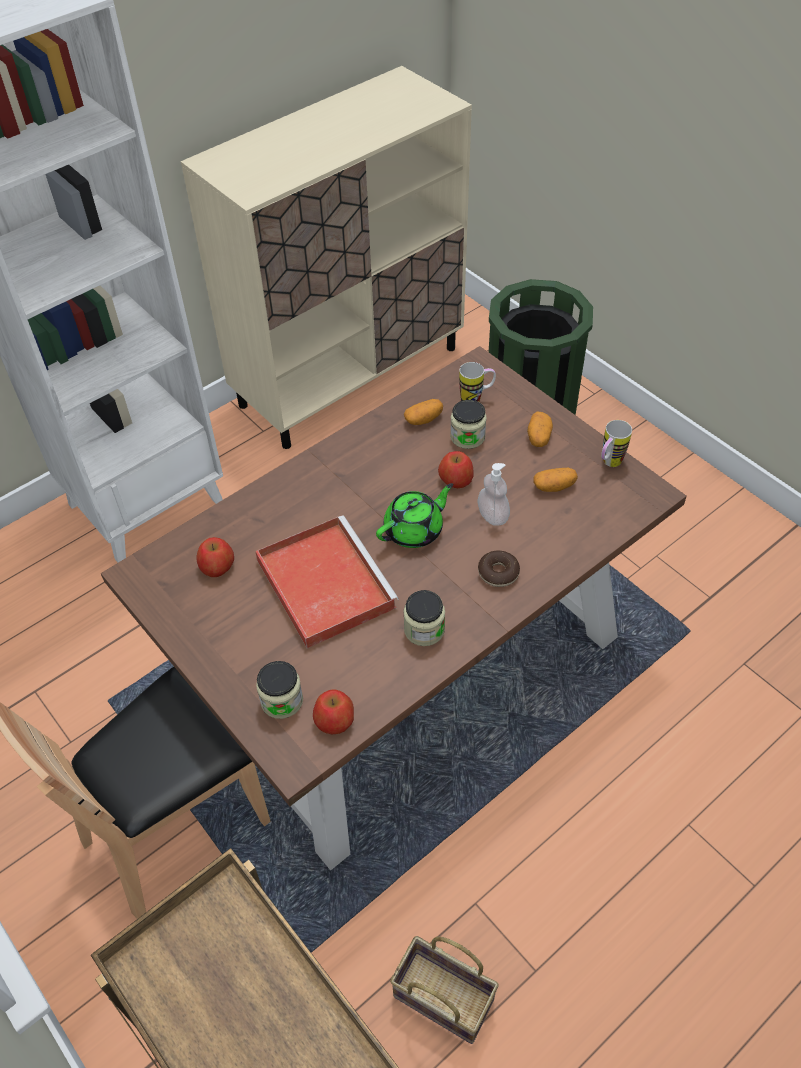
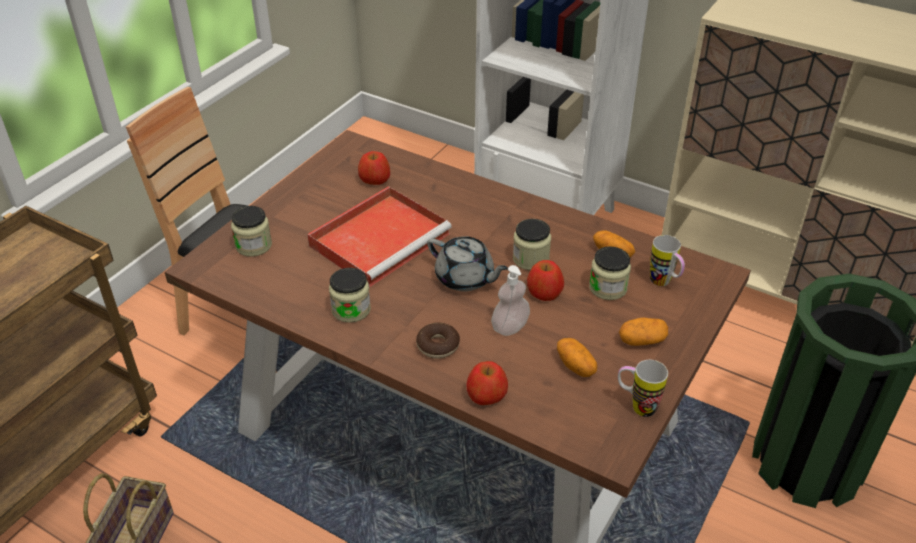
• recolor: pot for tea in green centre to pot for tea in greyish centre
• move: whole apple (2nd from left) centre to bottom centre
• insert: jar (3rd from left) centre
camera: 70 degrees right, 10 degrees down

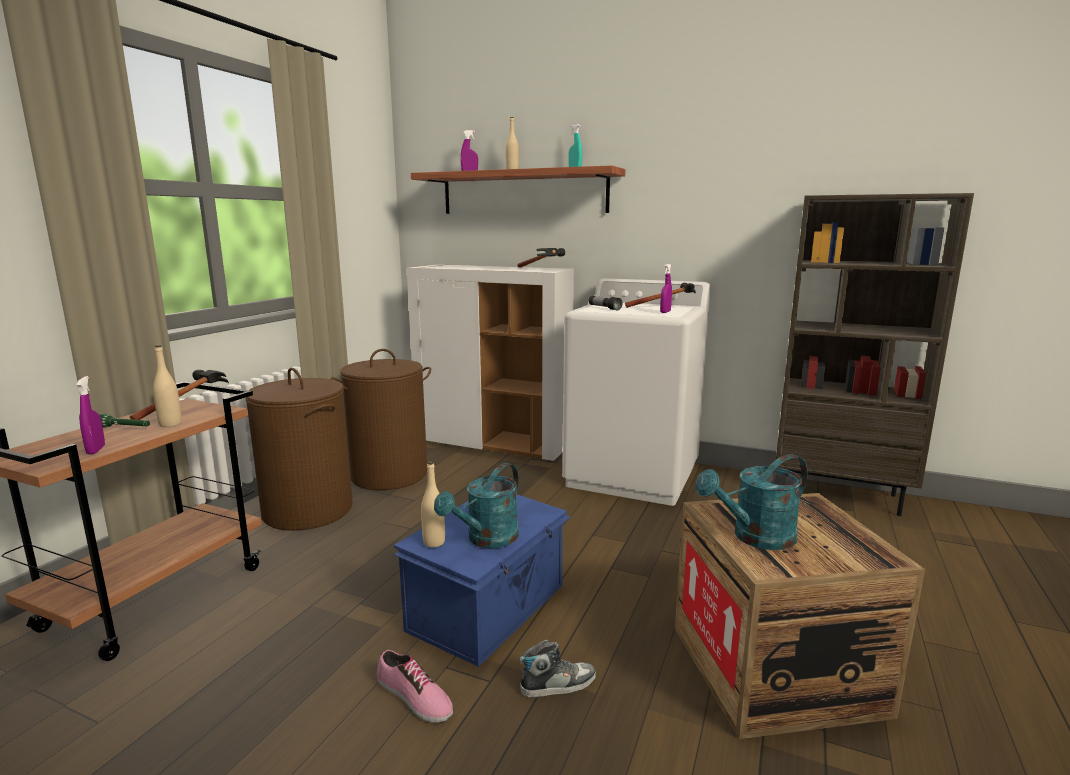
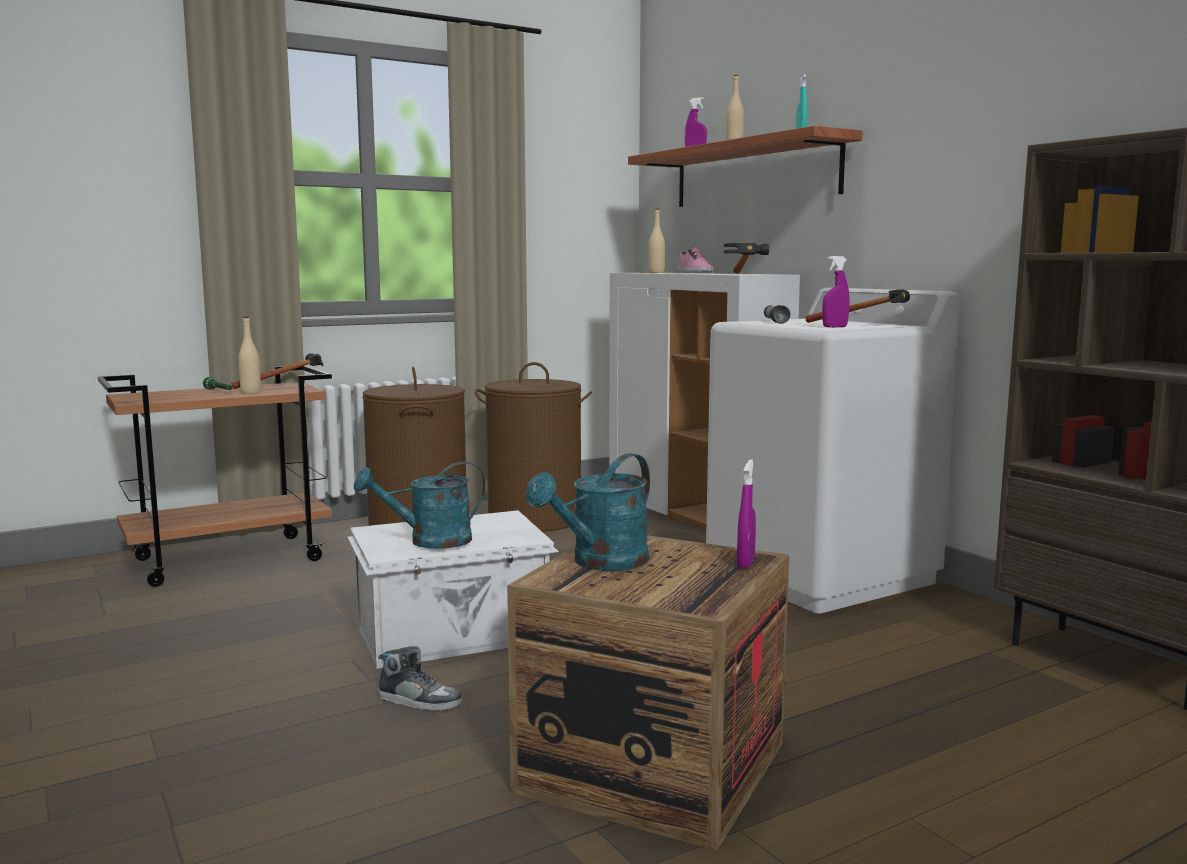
• recolor: storage box in bluish bottom centre to storage box in whitish bottom centre
• rotate: sprinkling can in turquoise-coloured (2nd from left) middle right = centre 60 degrees counterclockwise
• move: bottle in beige (2nd from left) centre to top centre
• move: low shoe (1st from left in the first image) bottom centre to low shoe (2nd from left) top centre
• move: hand sprayer in purple (1st from left in the first image) middle left to hand sprayer in purple (2nd from left) centre
camera: 35 degrees right, 5 degrees down

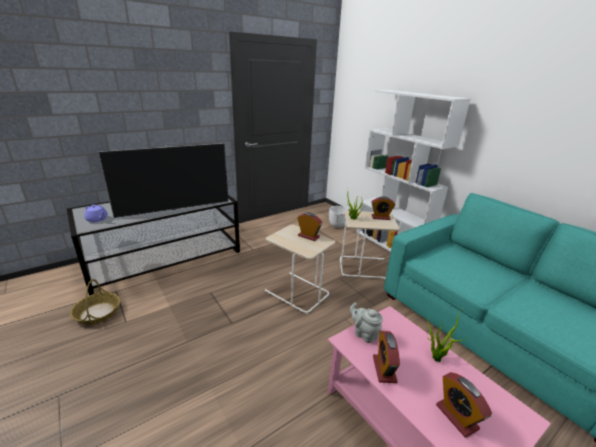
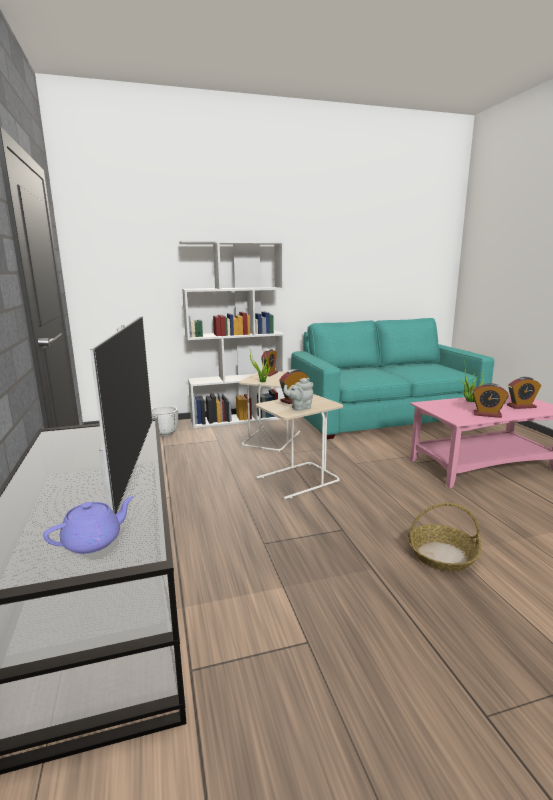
• move: pot for tea in greyish bottom centre to centre
• move: basket bottom left to bottom right
camera: 70 degrees left, 10 degrees down

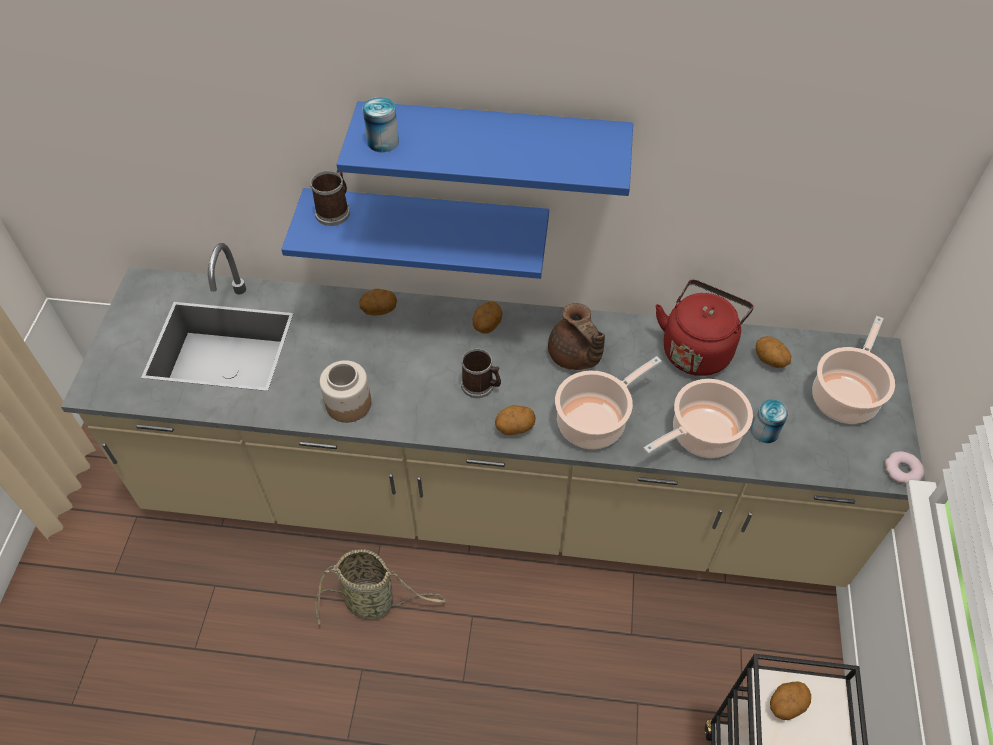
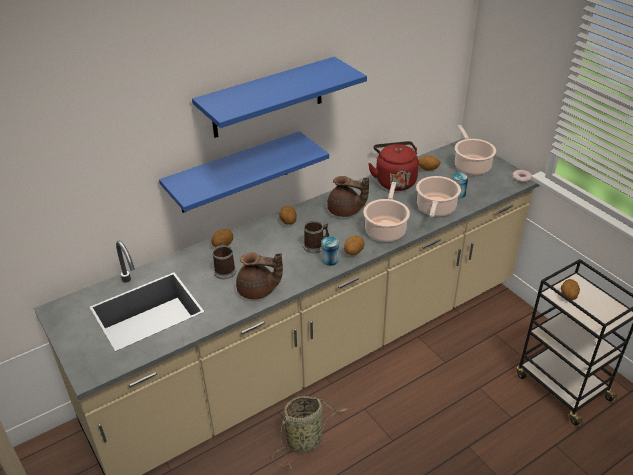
• move: mug (1st from left) top left to centre
• replace: jar centre to pot for tea in brownish (1st from left) centre
• move: sealed can (1st from left) top centre to centre
camera: 40 degrees left, 15 degrees down

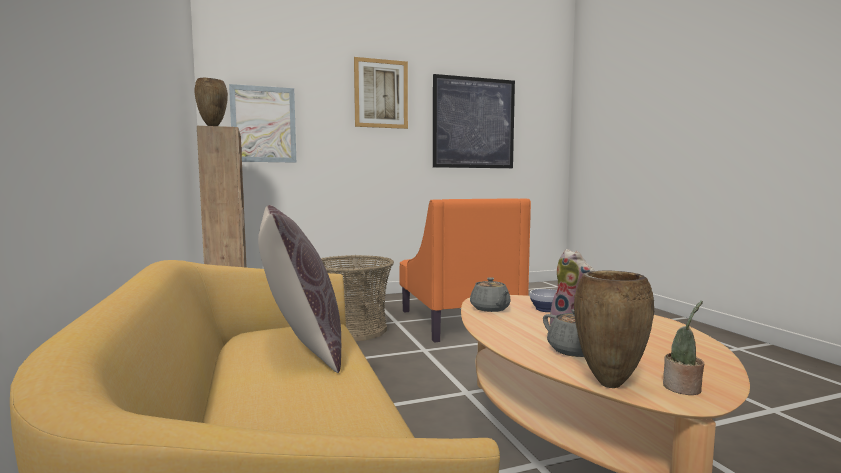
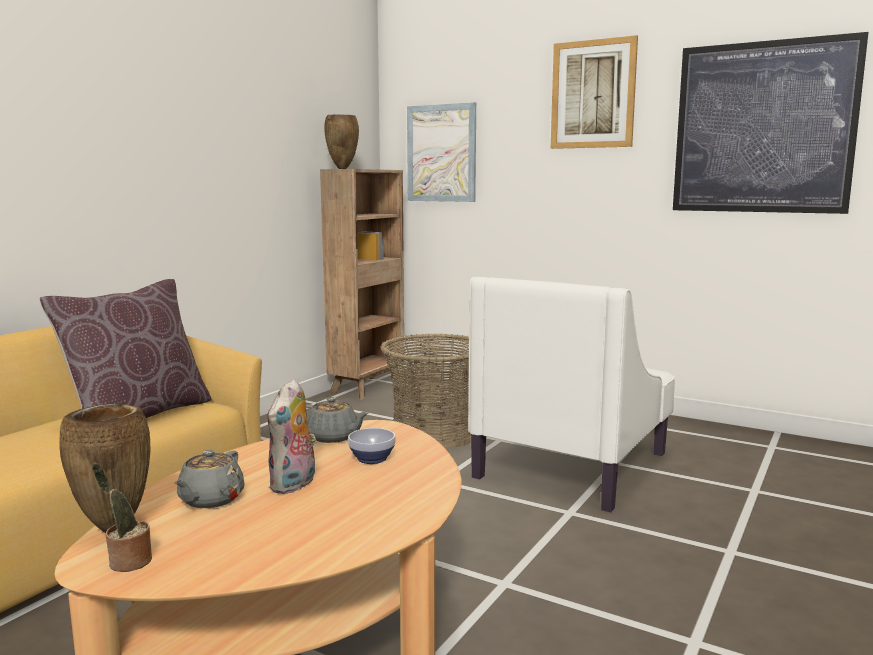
• rotate: pot for tea in greyish (1st from left in the first image) centre = centre 90 degrees counterclockwise
• recolor: lounge chair in orangey centre to lounge chair in whitish centre
camera: 50 degrees right, 5 degrees up

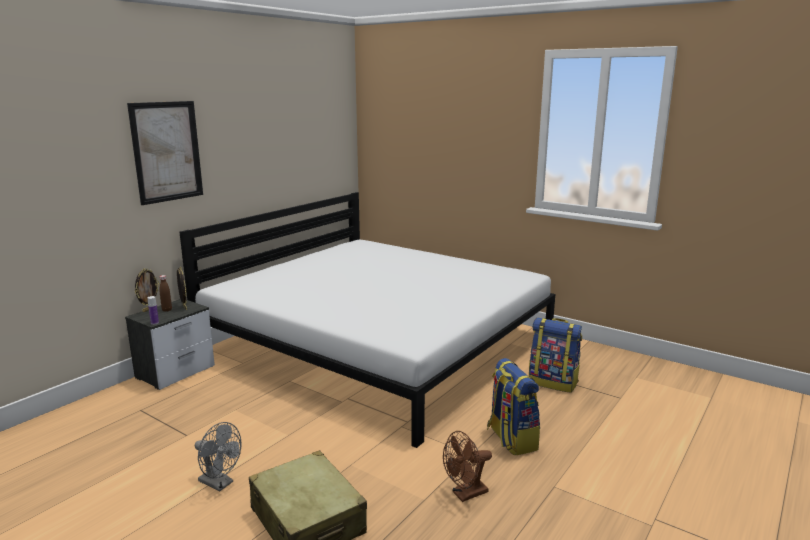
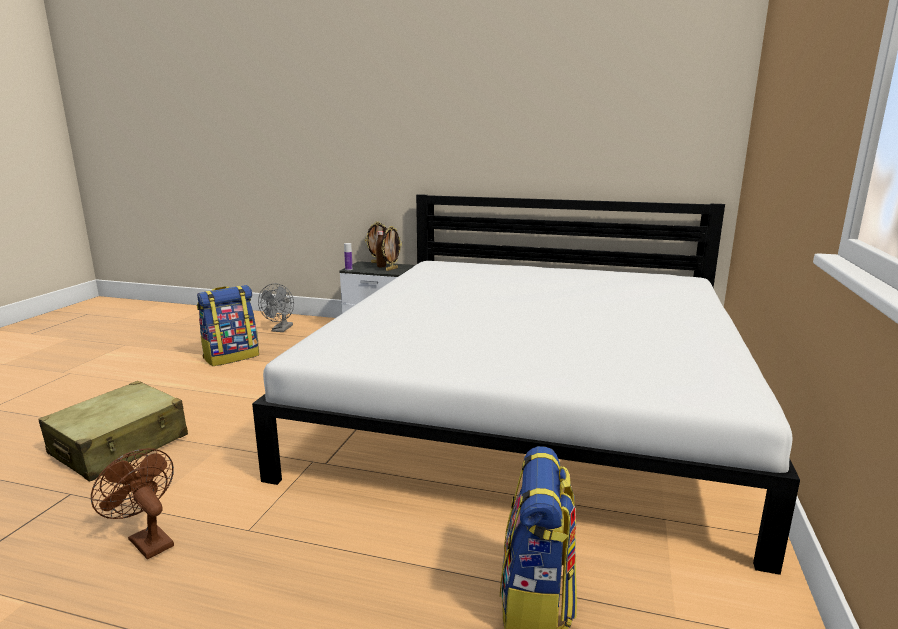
• move: rucksack (1st from left) bottom centre to middle left
• move: cooling fan in greyish bottom left to middle left
• delete: picture top left
camera: 70 degrees right, 0 degrees up

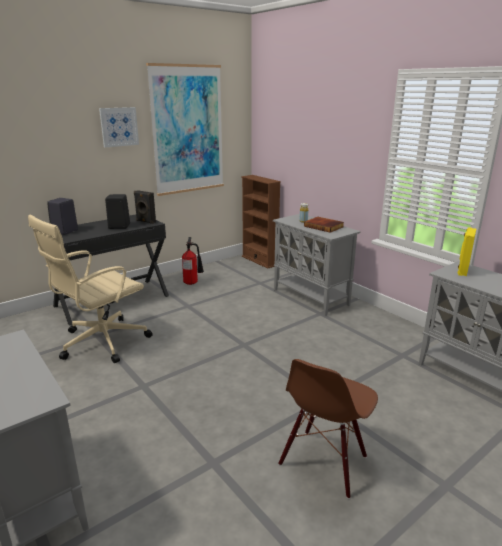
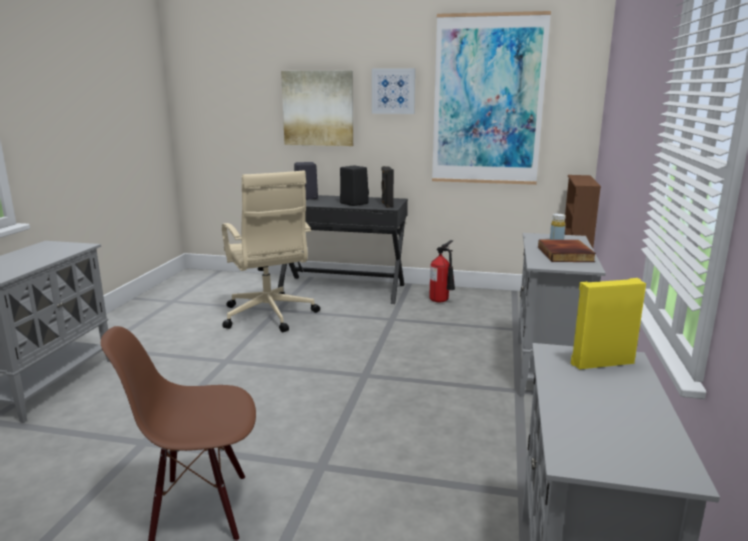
• rotate: desk chair in beige middle left = centre 120 degrees counterclockwise
• insert: picture (1st from left) top centre
camera: 50 degrees right, 5 degrees down

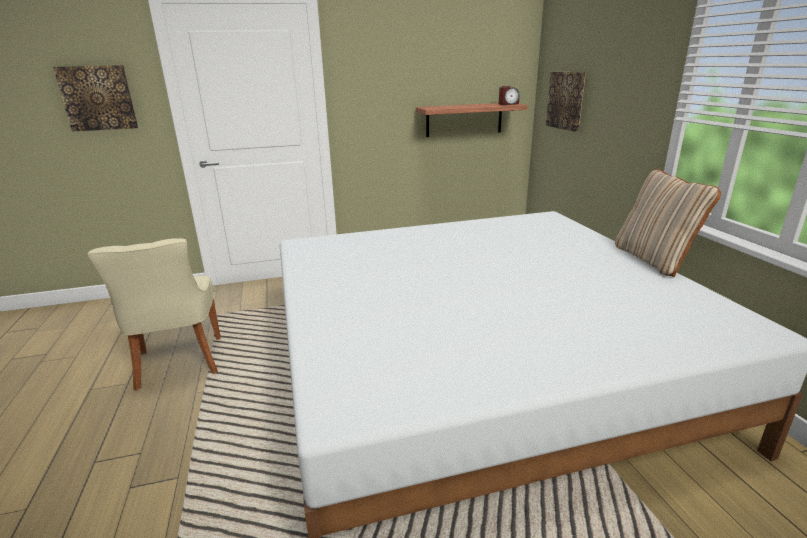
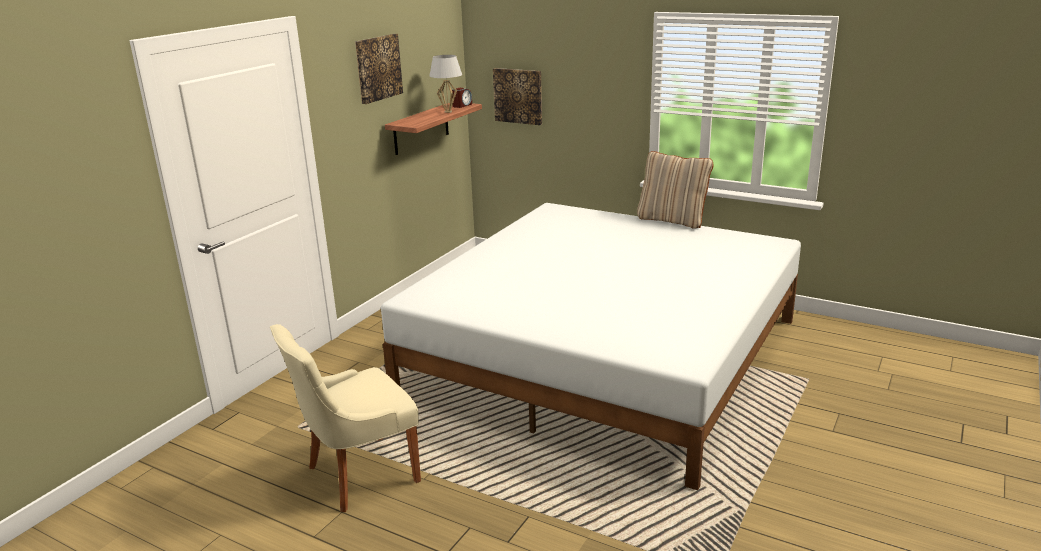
• rotate: chair in beige middle left = bottom left 120 degrees clockwise
• move: picture (1st from left) top left to top centre
• insert: tabletop lamp in whitish top centre
camera: 45 degrees left, 0 degrees up

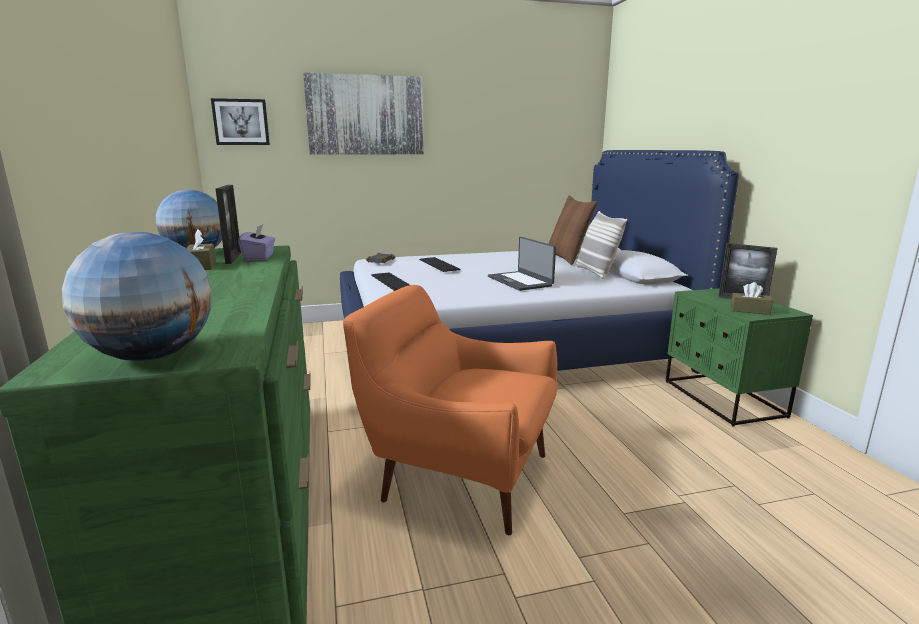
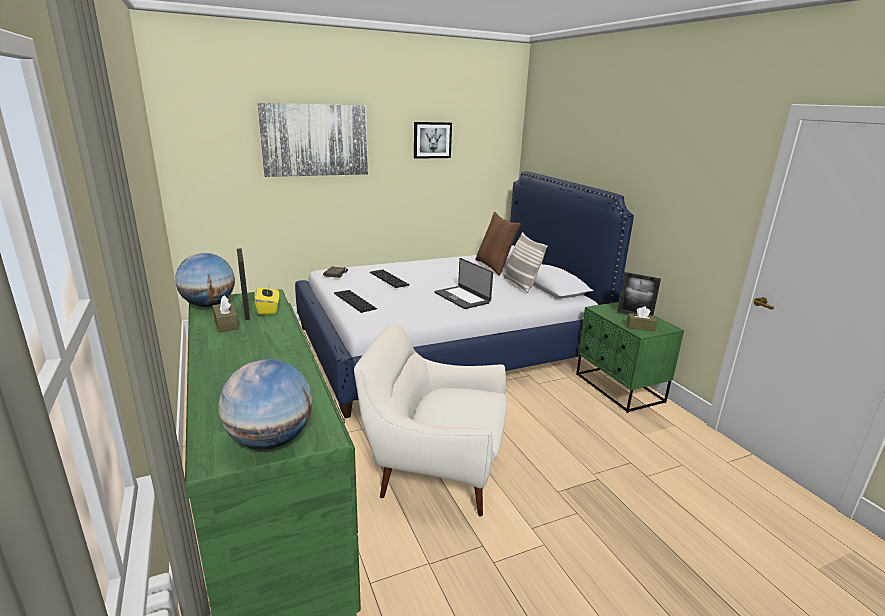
• recolor: box of tissues in purple middle left to box of tissues in yellow middle left
• recolor: lounge chair in orangey centre to lounge chair in whitish bottom centre
• move: picture (1st from left in the first image) top left to picture (2nd from left) top centre
camera: 10 degrees left, 5 degrees up

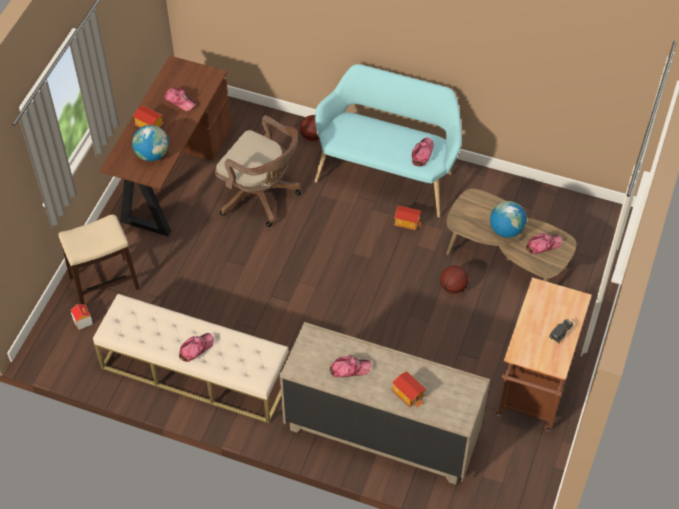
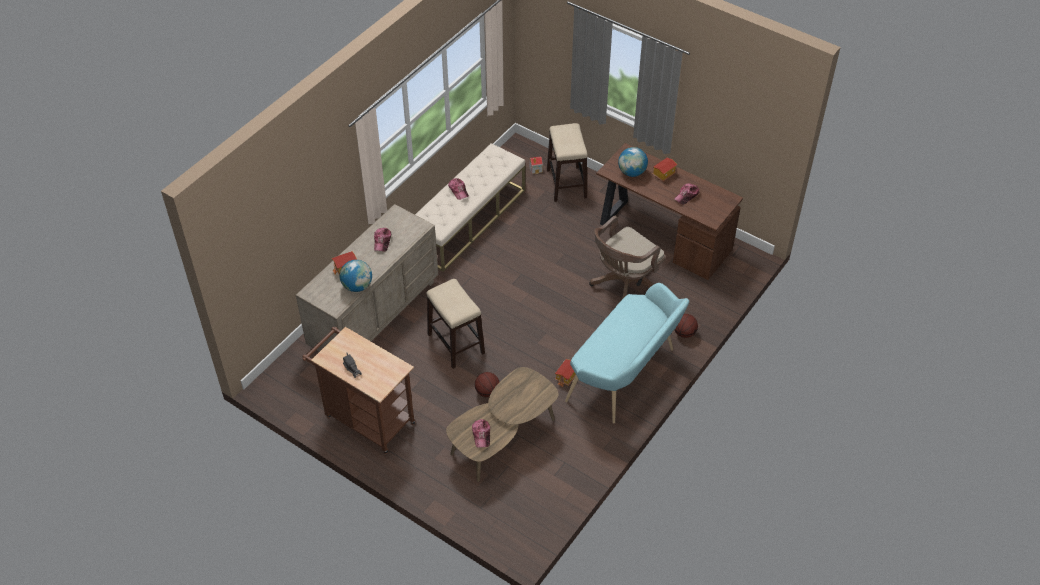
• move: desk globe (2nd from left in the first image) middle right to desk globe (1st from left) centre
• insert: stool seat (1st from left) centre
• delete: cap (4th from left) top centre
camera: 105 degrees right, 5 degrees down

